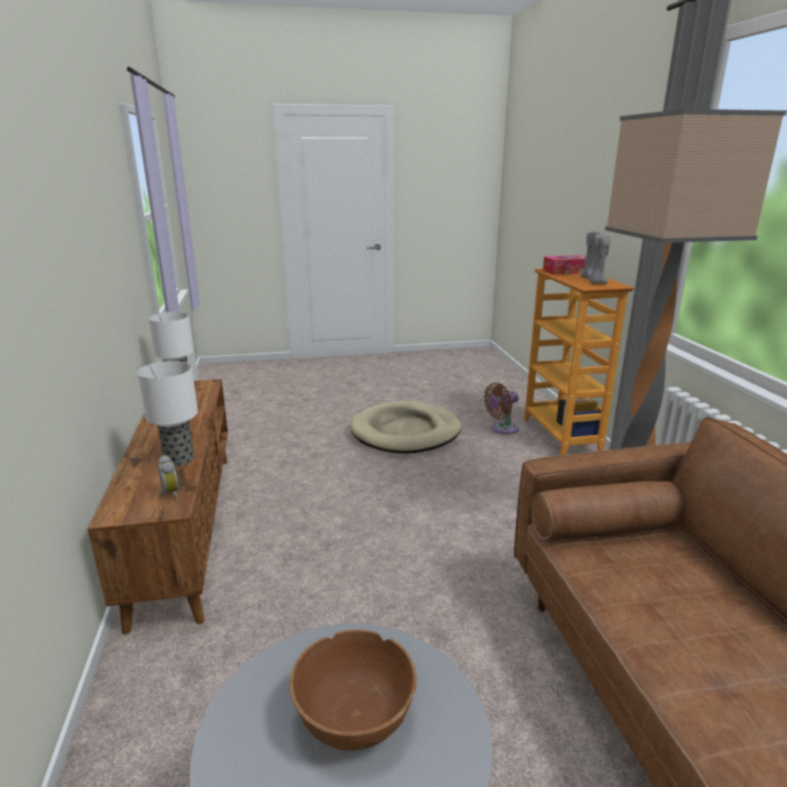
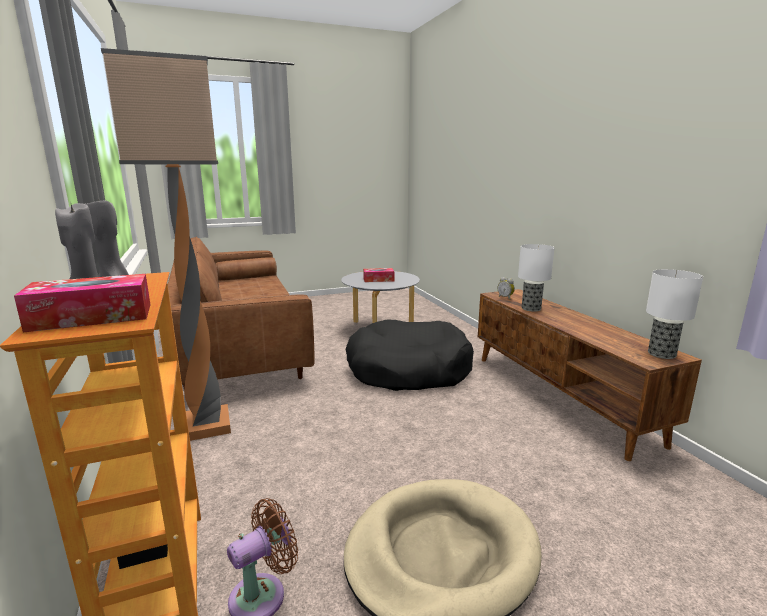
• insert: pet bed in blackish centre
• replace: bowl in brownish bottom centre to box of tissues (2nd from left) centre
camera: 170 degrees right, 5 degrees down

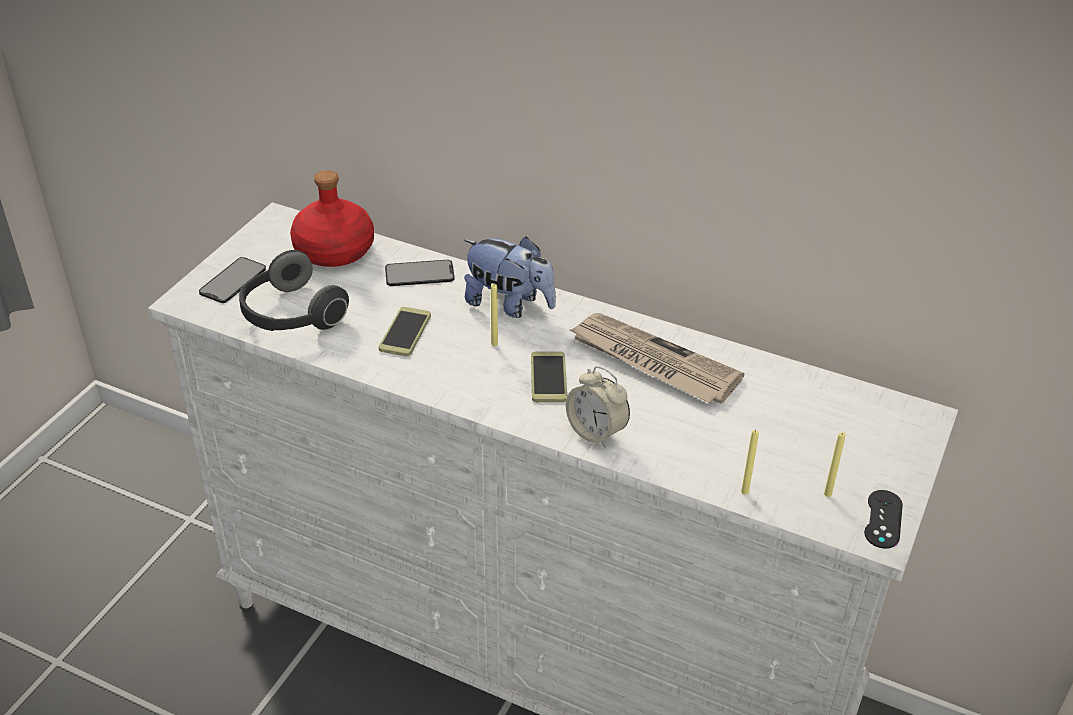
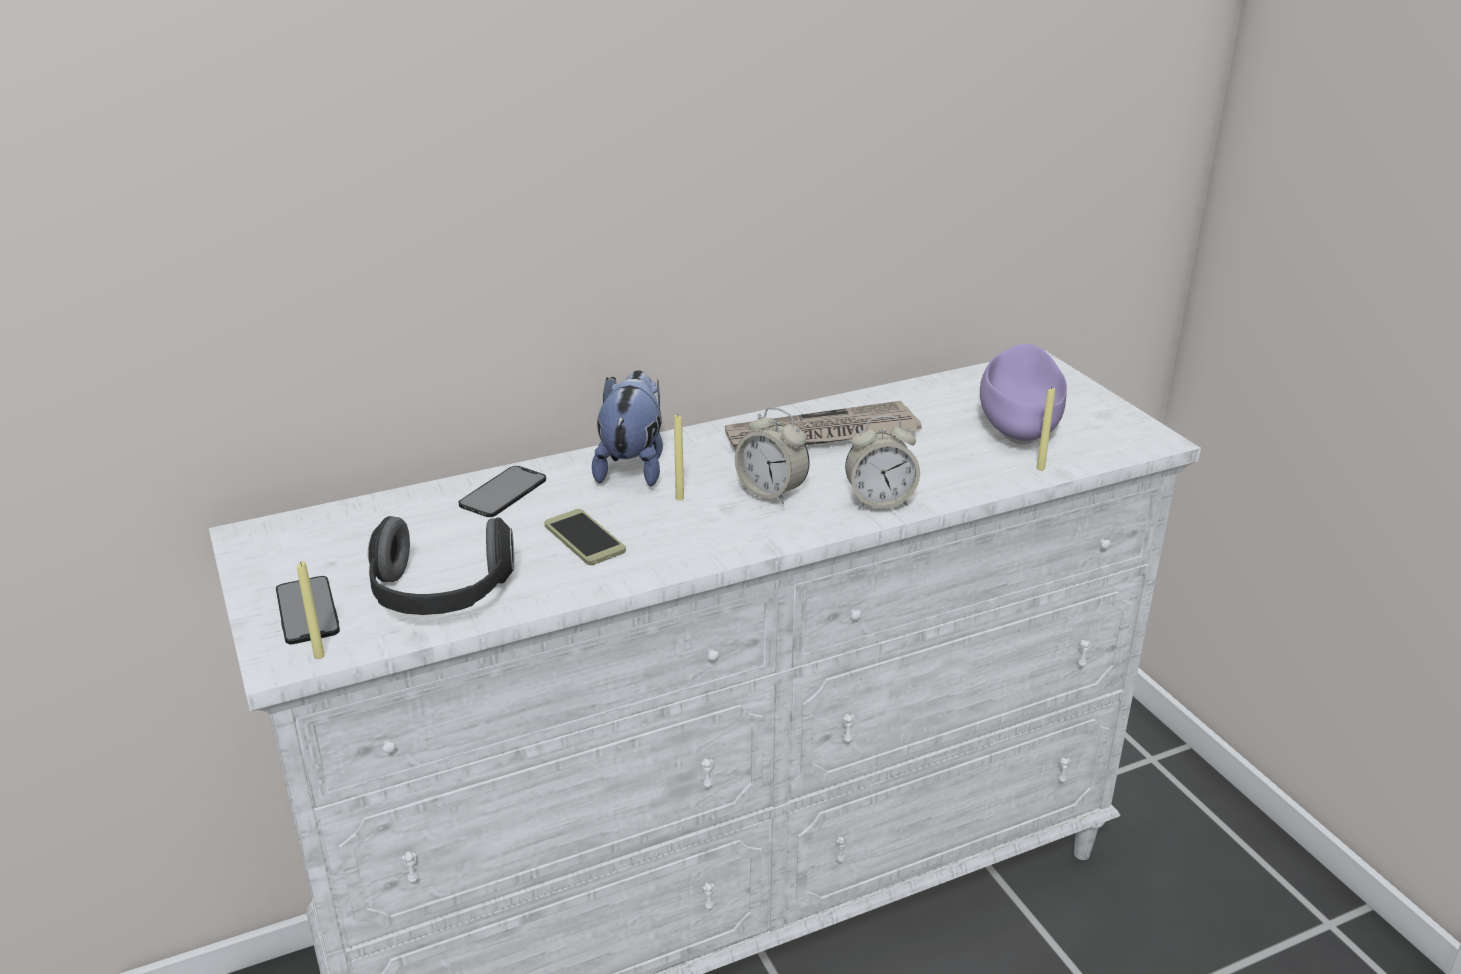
• move: wax candle in yellow (3rd from left in the first image) middle right to wax candle in yellow (1st from left) middle left
• rotate: soft toy centre = centre 60 degrees counterclockwise
• replace: handset (4th from left) centre to alarm clock (1st from left) centre
• insert: bowl in purple middle right
• delete: bottle in reddish top left
• delete: game controller in blackish bottom right
camera: 50 degrees left, 10 degrees down

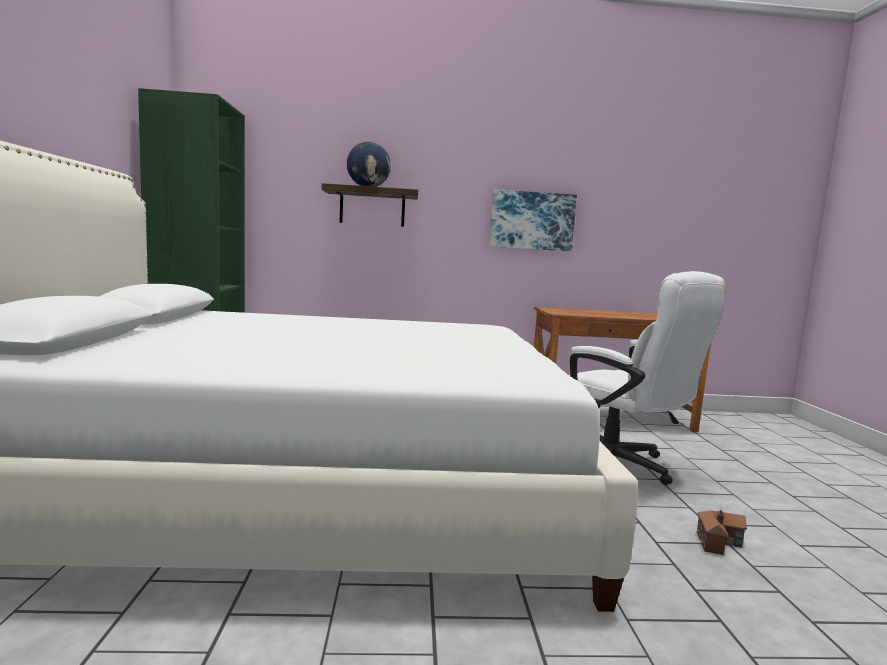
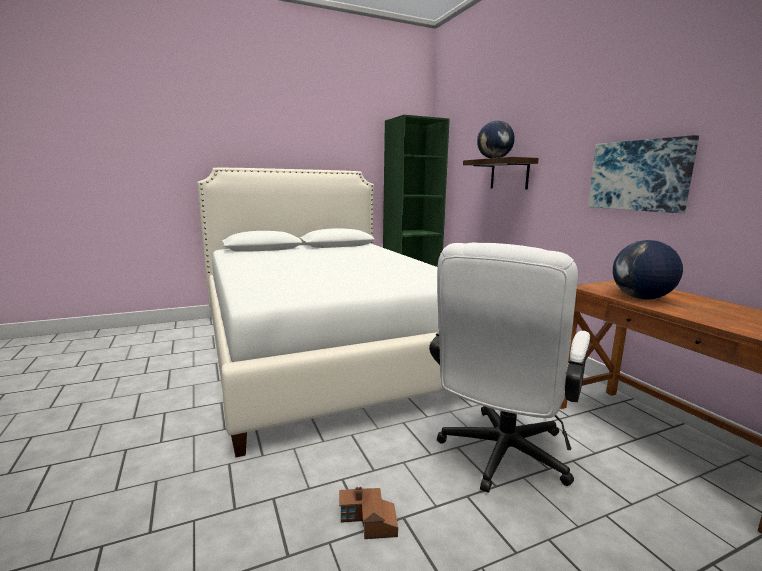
• insert: desk globe (2nd from left) middle right
camera: 70 degrees right, 5 degrees up

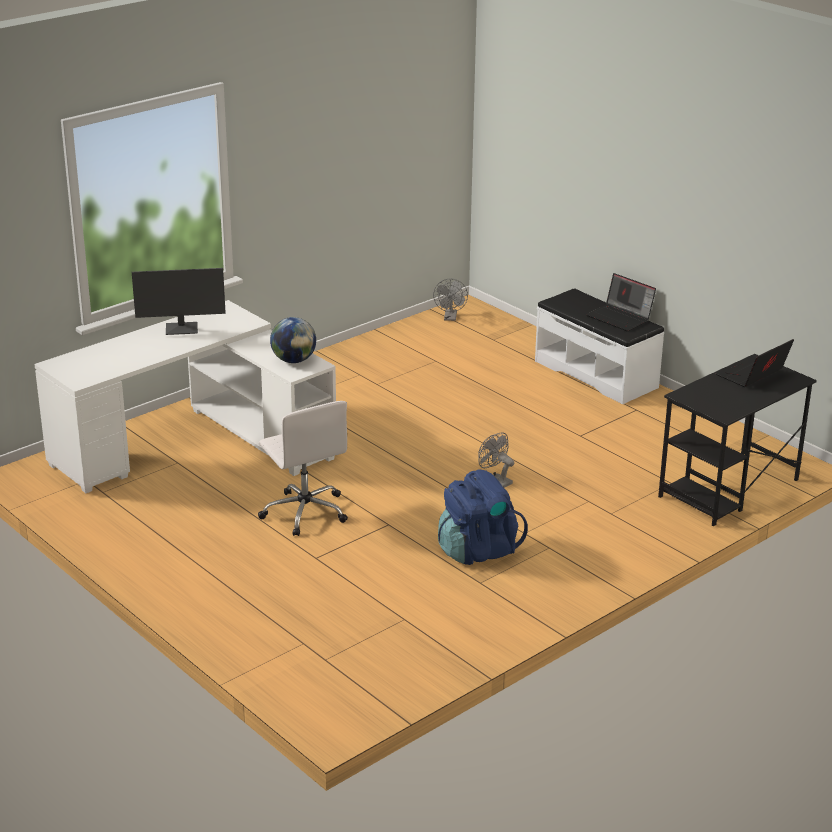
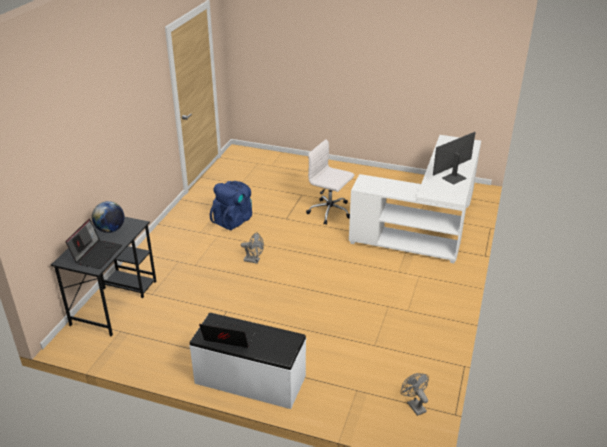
• move: desk globe centre to middle left
camera: 150 degrees right, 5 degrees up

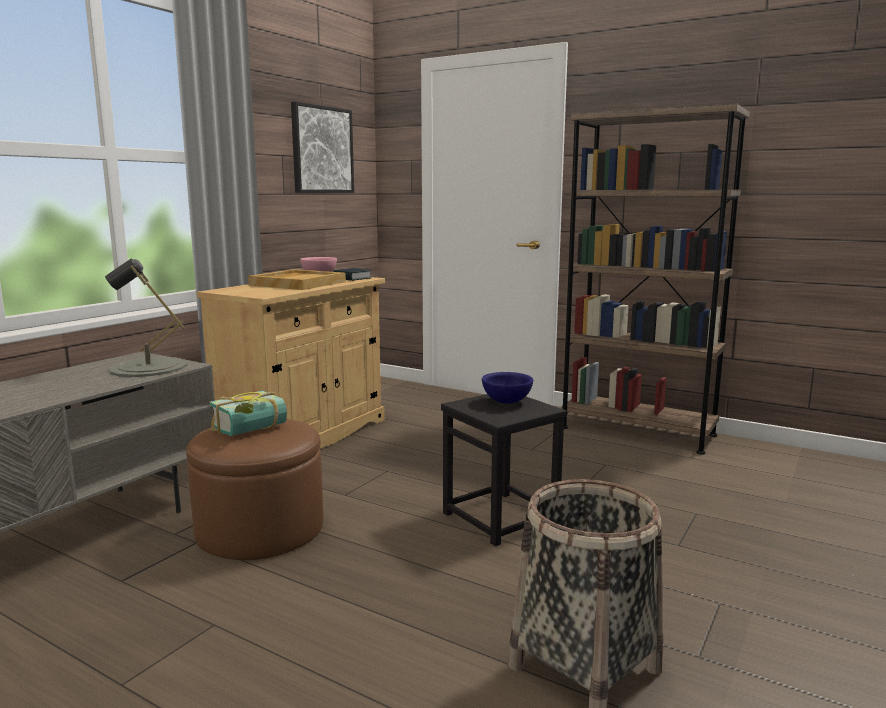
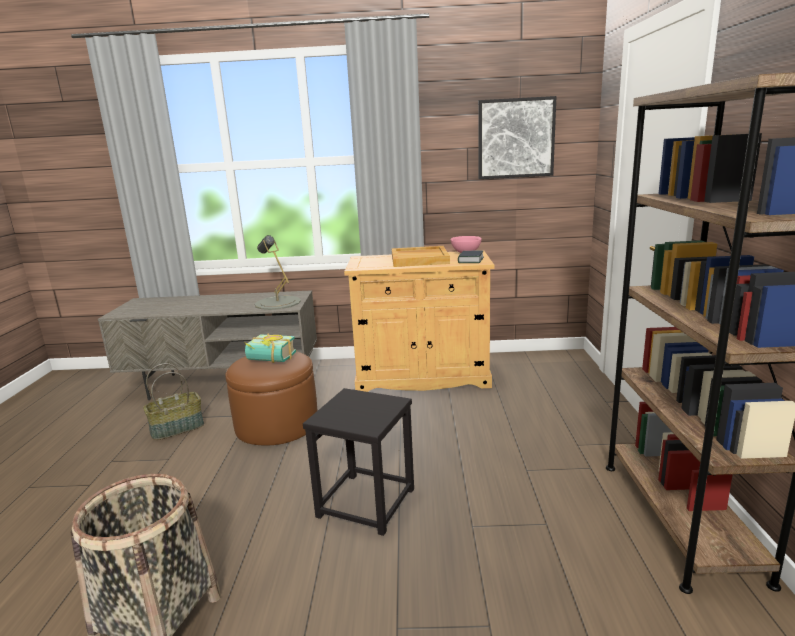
• insert: basket (2nd from left) middle left
• delete: bowl in bluish centre
camera: 60 degrees right, 5 degrees up

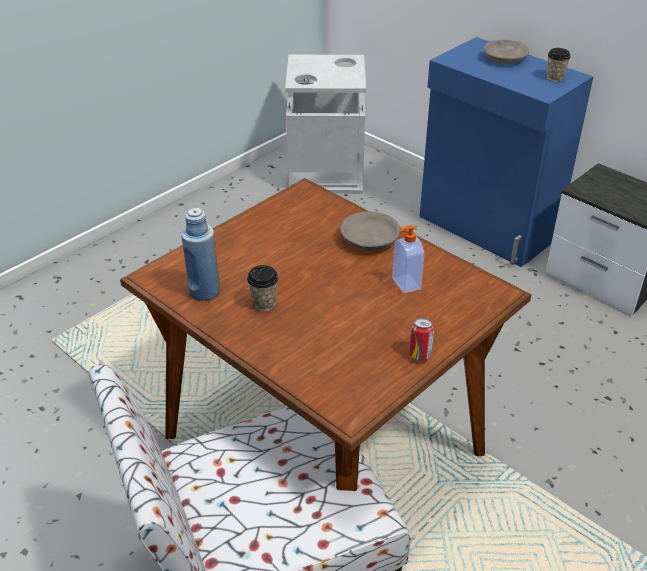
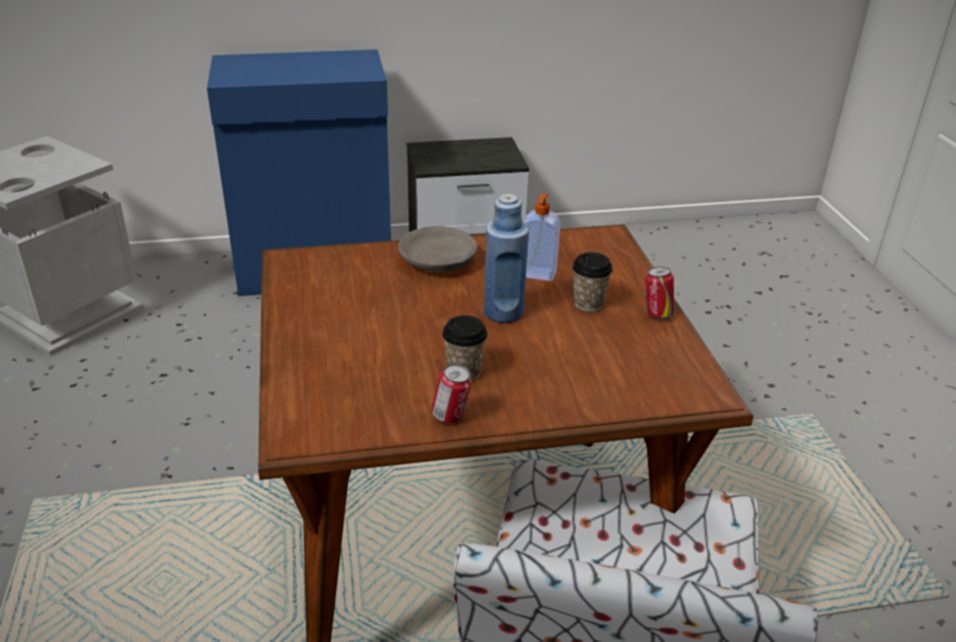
• insert: sealed can (1st from left) centre
• move: bottle in bluish middle left to centre
• move: small cup (2nd from left) top right to centre
• delete: bowl in greyish (2nd from left) top right
camera: 55 degrees left, 5 degrees down

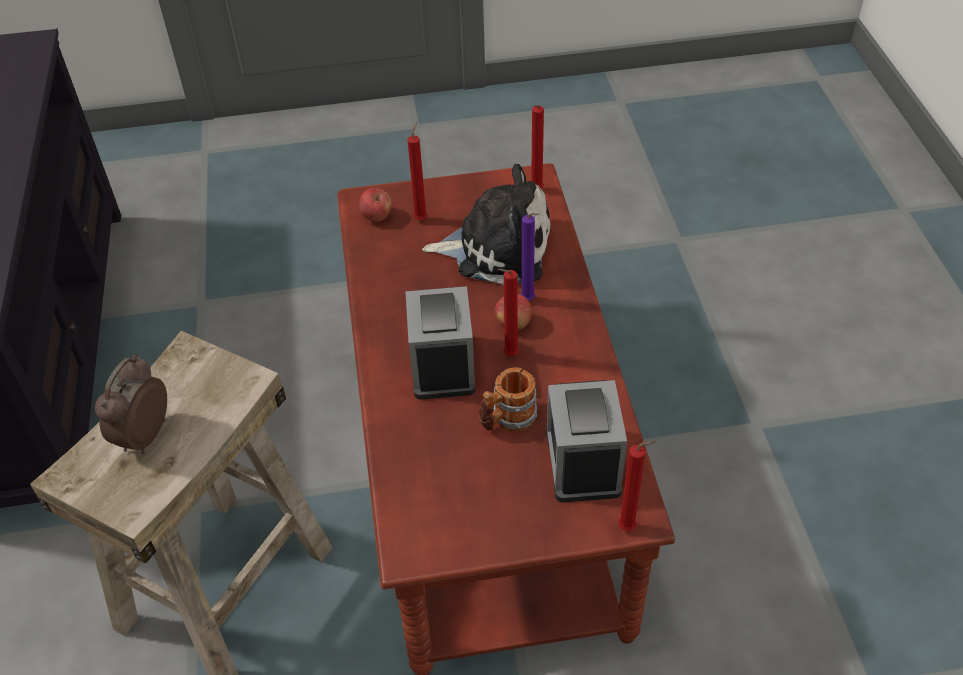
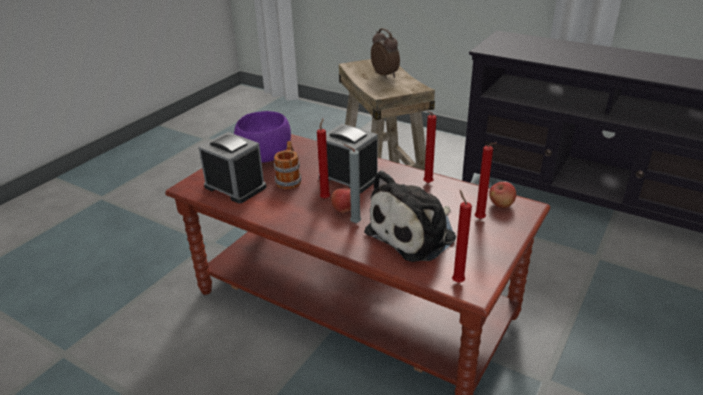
• insert: bowl in purple centre
• recolor: wax candle in purple centre to wax candle in greyish centre
• move: wax candle in reddish (4th from left in the first image) bottom centre to wax candle in reddish (2nd from left) centre
camera: 130 degrees right, 15 degrees down

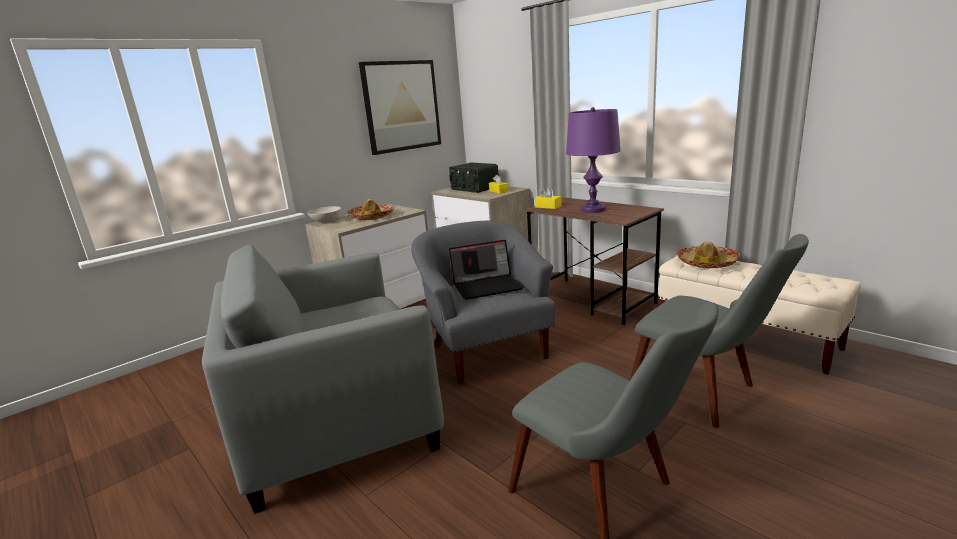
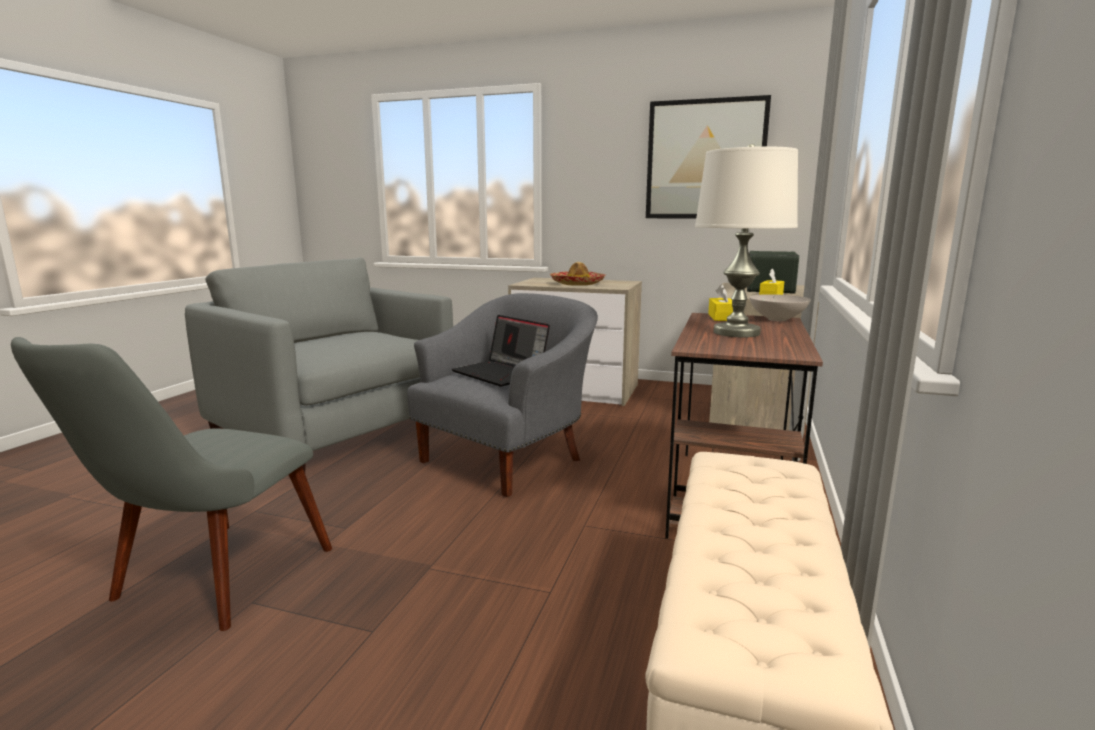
• recolor: tabletop lamp in purple top centre to tabletop lamp in whitish top right
• move: bowl in whitish centre to middle right
• delete: chair in greyish (2nd from left) middle right
• delete: clothing hat (2nd from left) middle right
camera: 60 degrees right, 5 degrees down

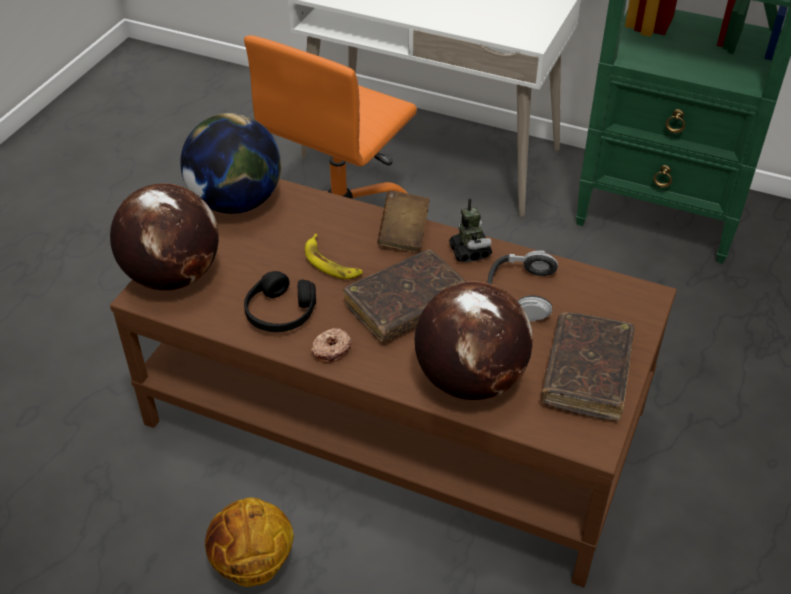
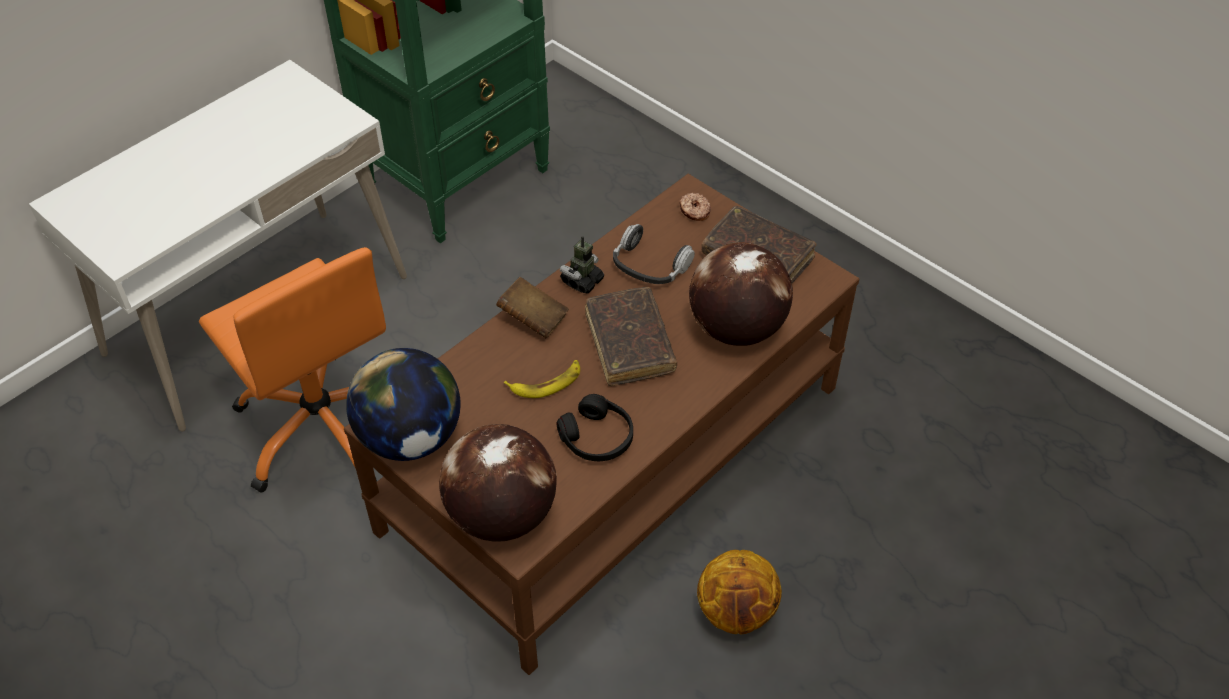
• rotate: robot figure centre = centre 60 degrees counterclockwise
• move: donut centre to top centre
camera: 70 degrees left, 5 degrees up

